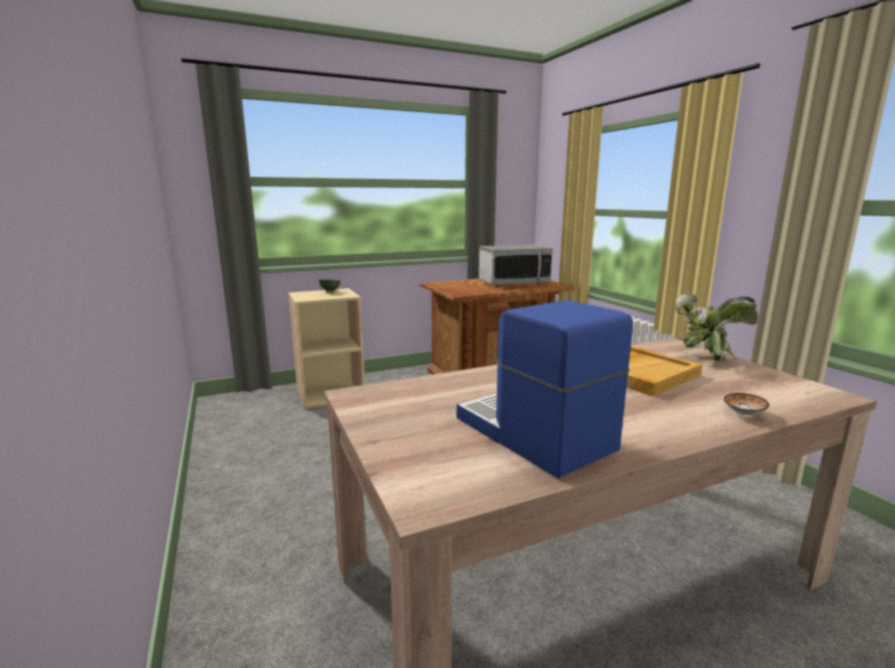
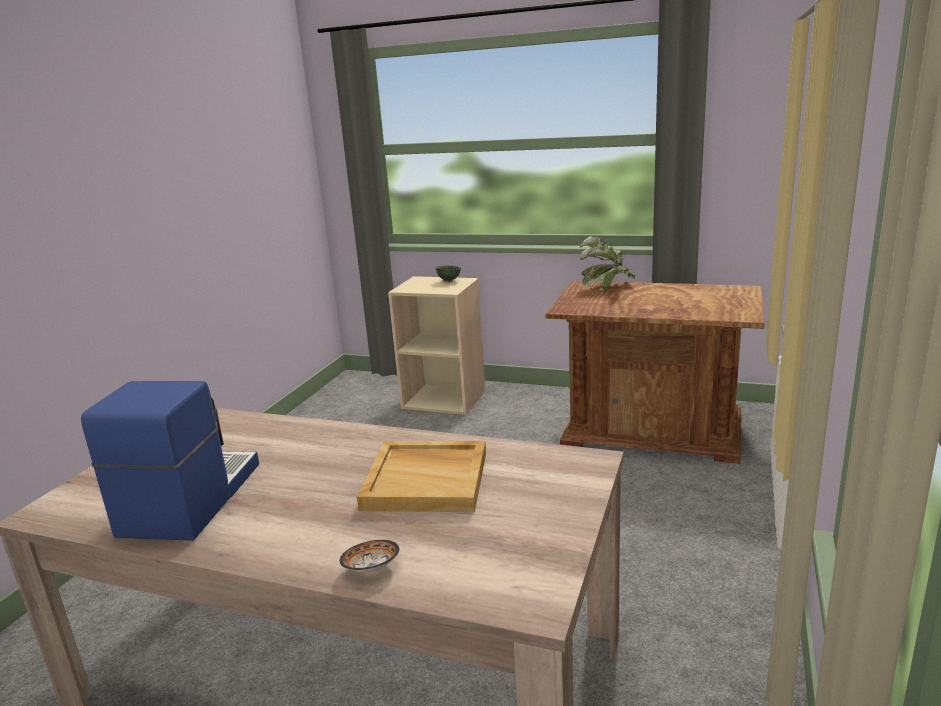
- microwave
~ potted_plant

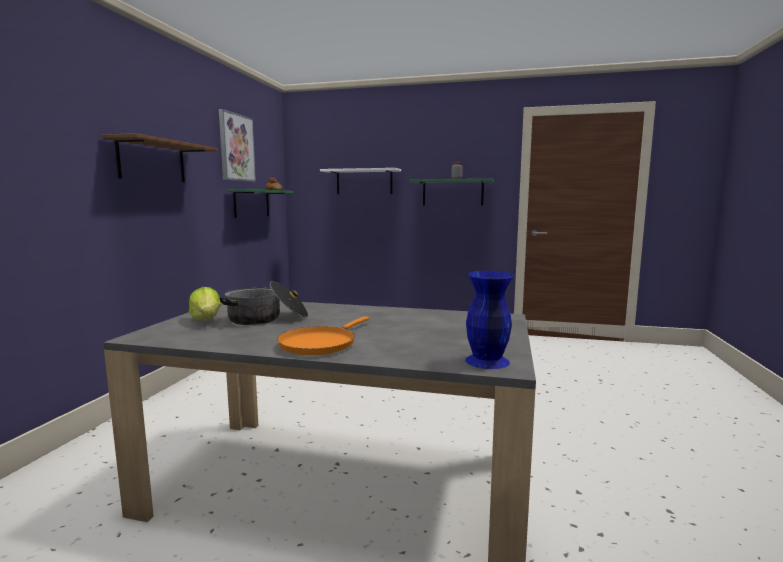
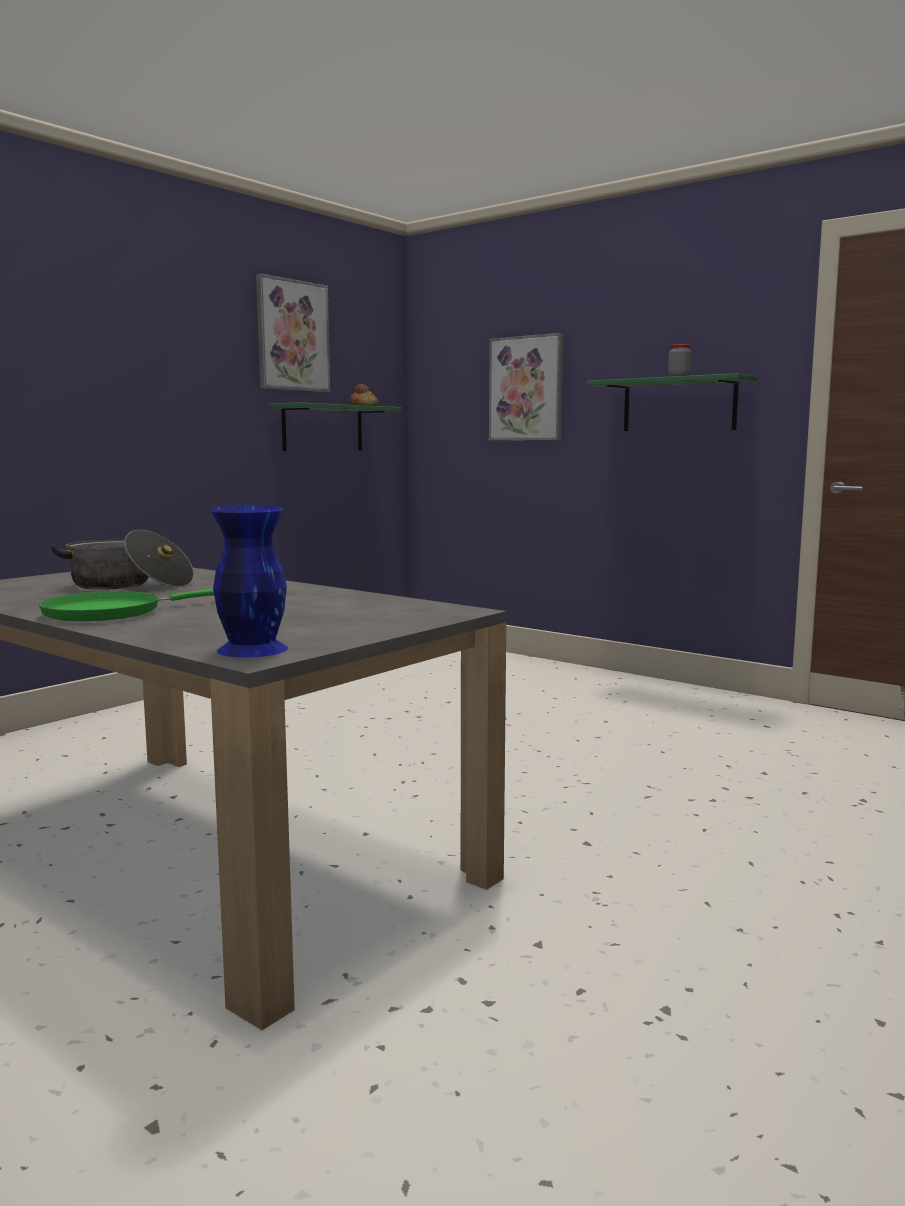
- brown_shelf
- lettuce
~ orange_frying_pan to green_frying_pan
~ white_shelf to picture (no. 2 from left)

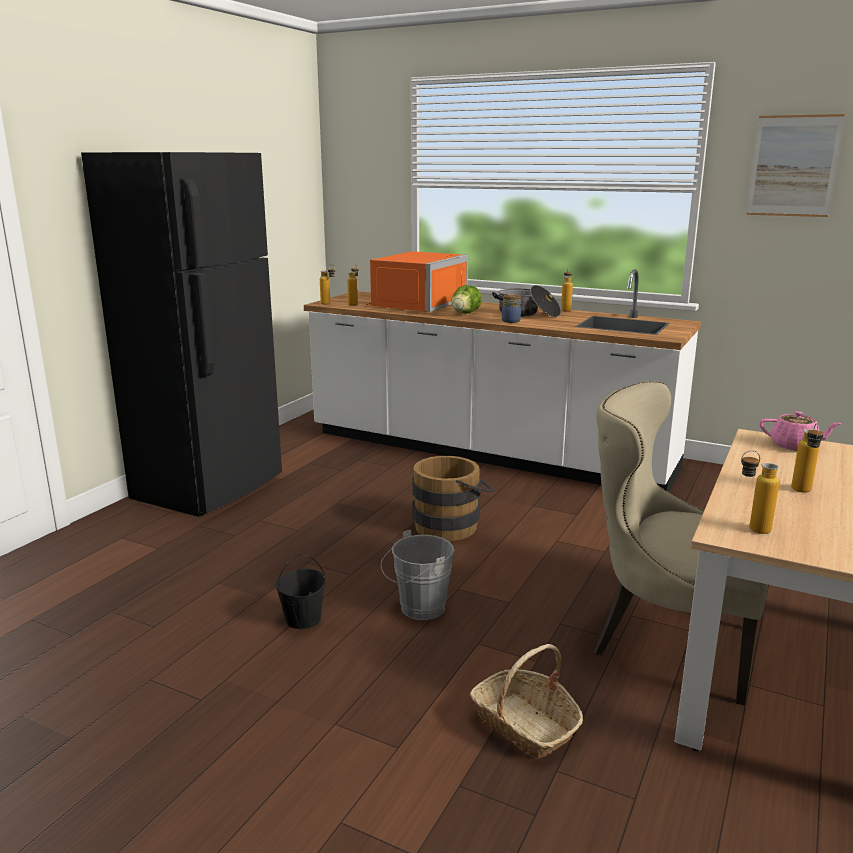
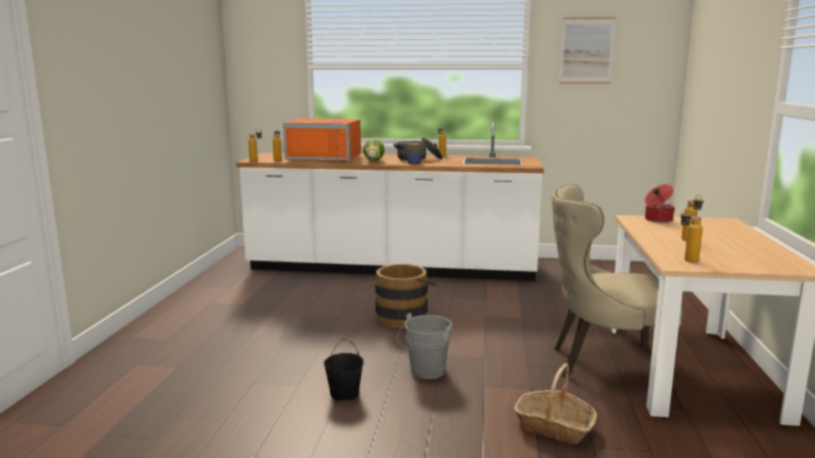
- black_fridge
~ orange_microwave 90 degrees clockwise
~ pink_teapot to cooking_pot (no. 2 from left)

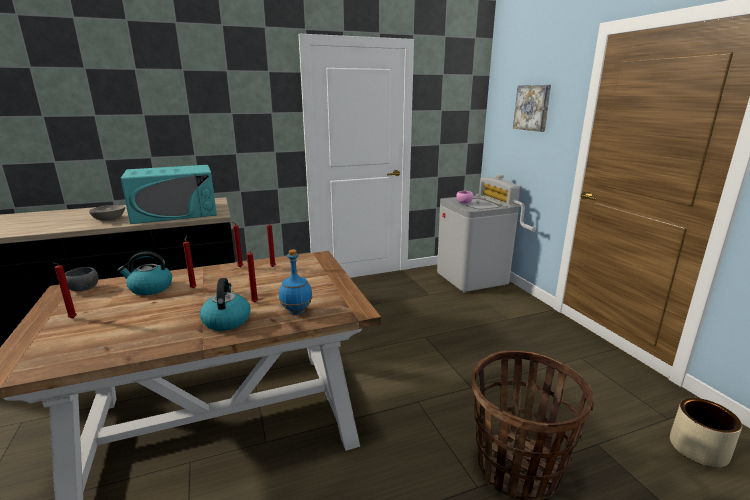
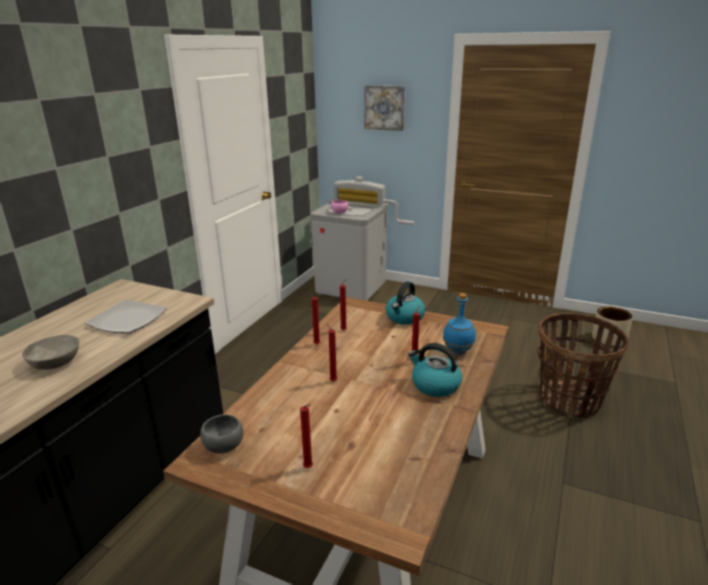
~ kettle (no. 1 from left)
~ turquoise_microwave to plate

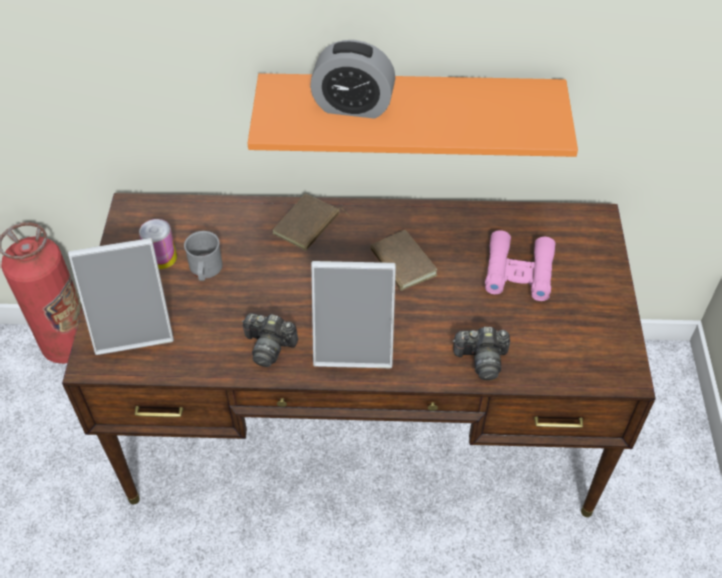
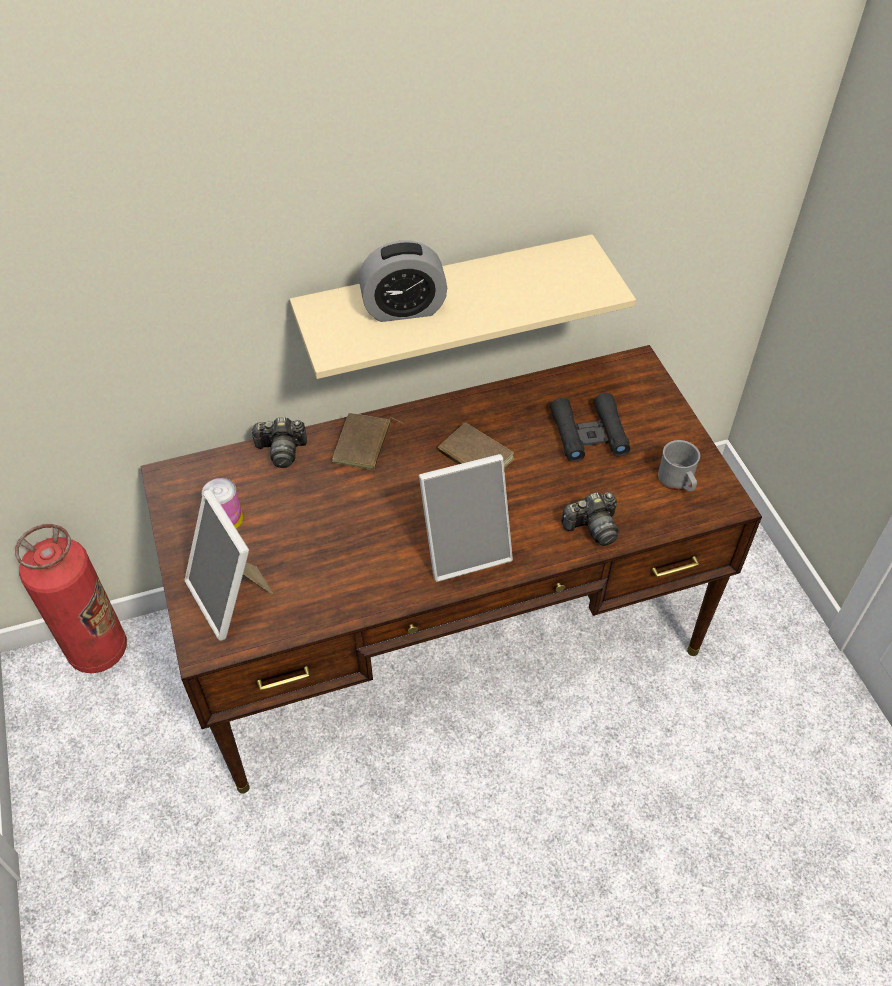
~ picture_frame (no. 1 from left) 90 degrees clockwise
~ grey_mug
~ photo_camera (no. 1 from left)
~ orange_shelf to beige_shelf
~ pink_binoculars to black_binoculars

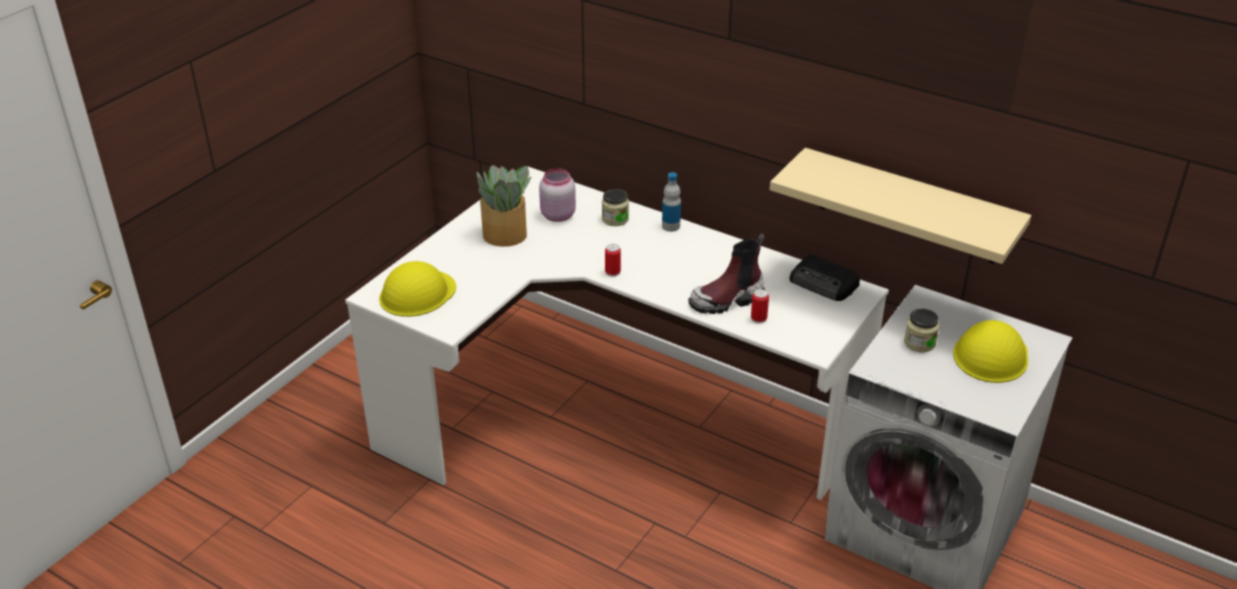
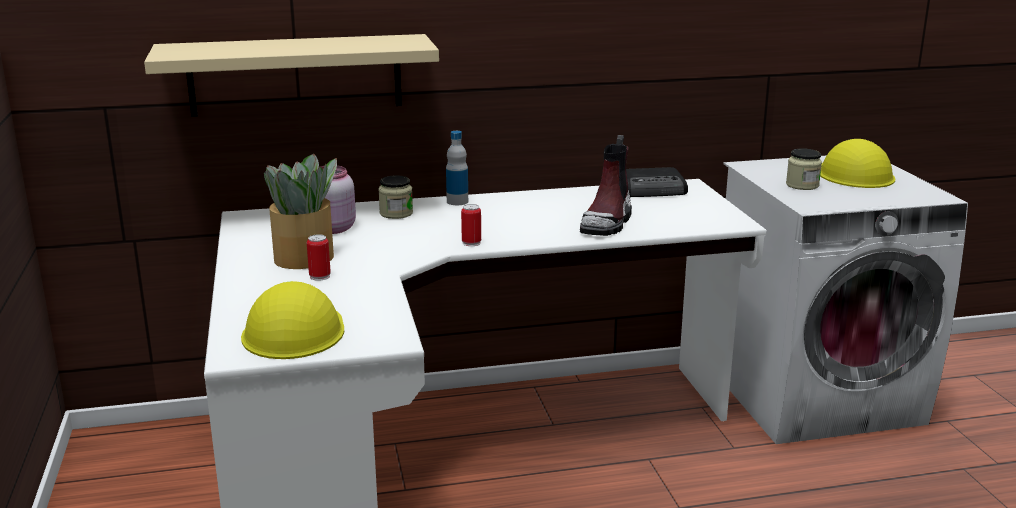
~ can (no. 2 from left in the first image) to can (no. 1 from left)
~ beige_shelf

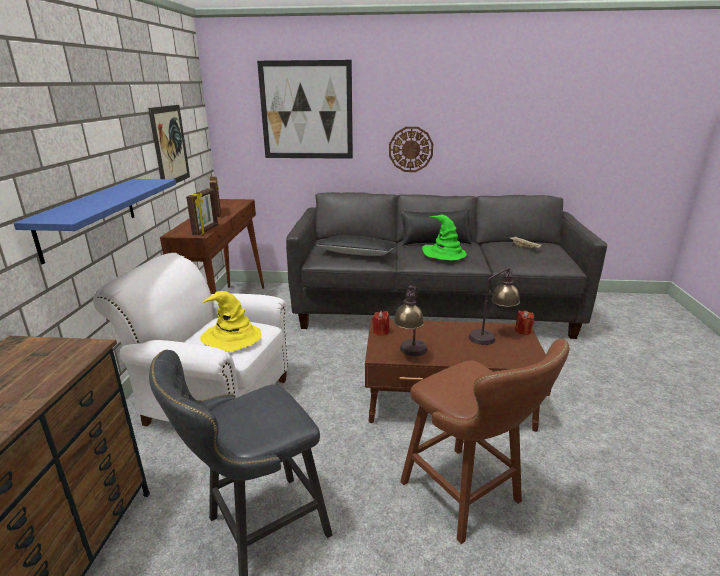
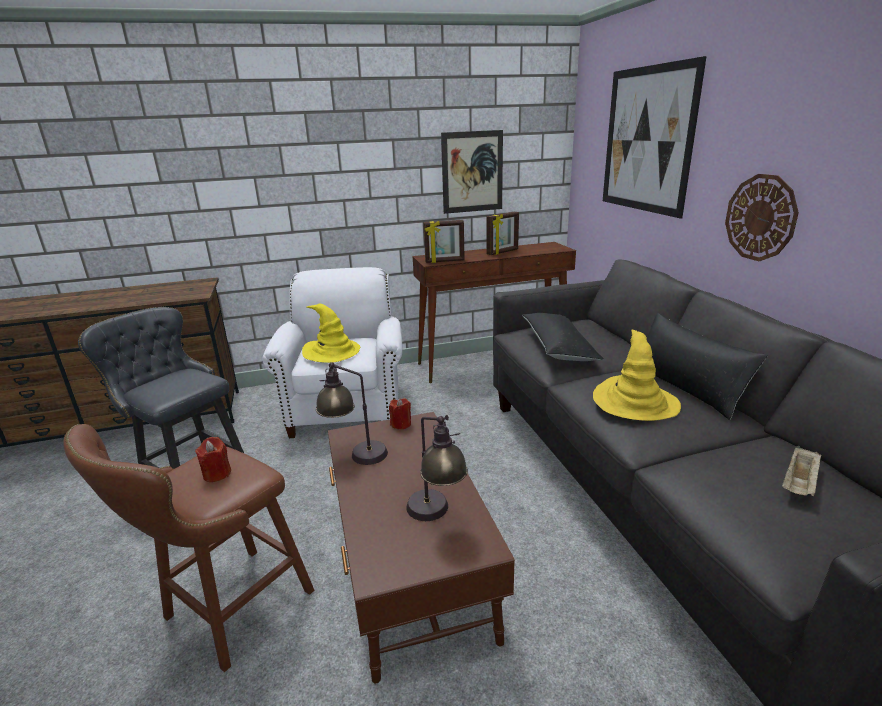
- blue_shelf
~ green_hat to yellow_hat (no. 2 from left)
~ red_candle (no. 2 from left in the first image) to red_candle (no. 1 from left)

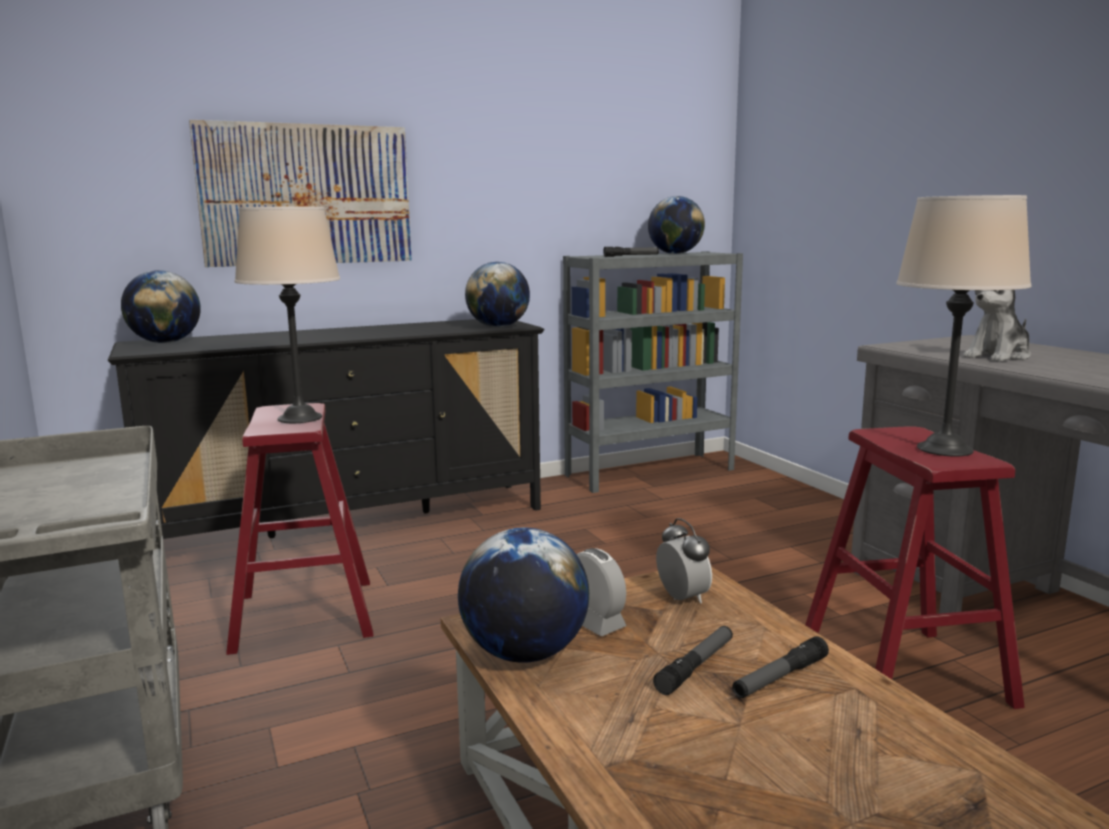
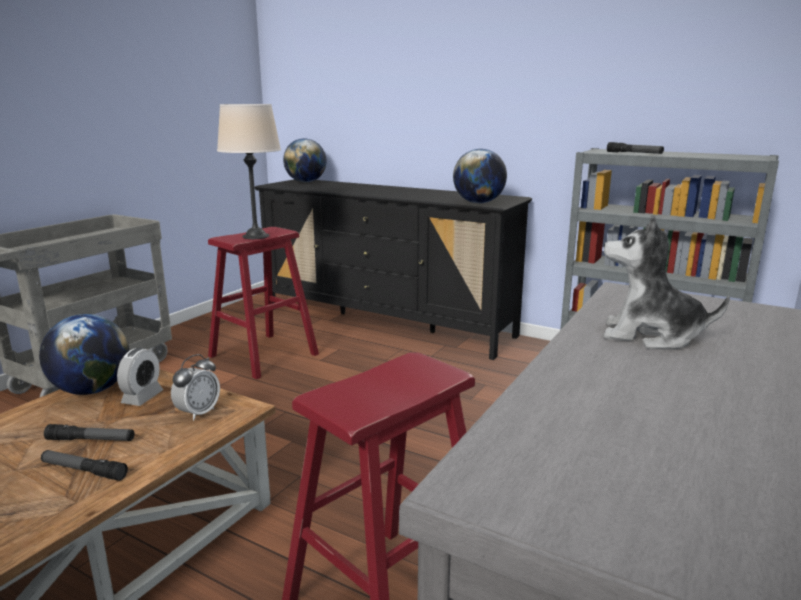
- picture
- globe (no. 4 from left)
- beige_table_lamp (no. 2 from left)

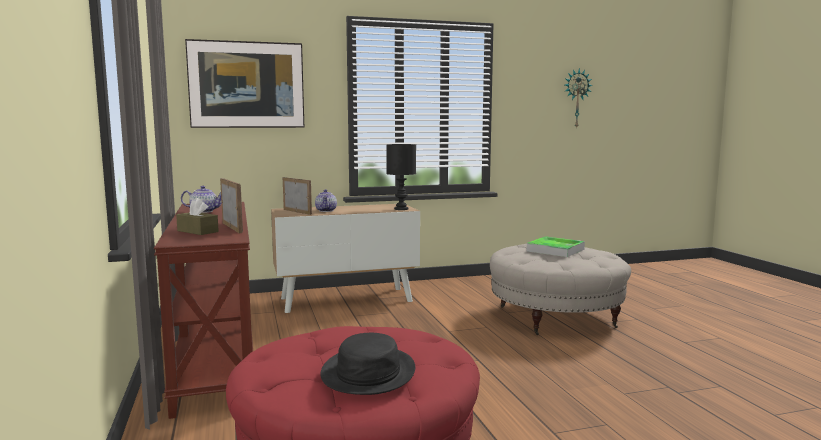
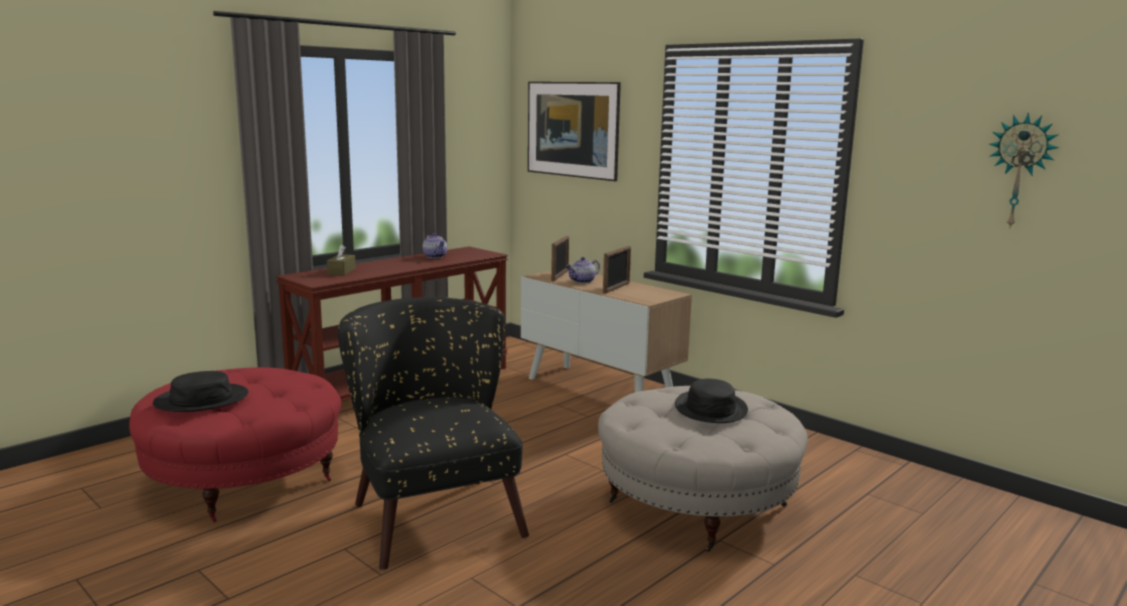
~ picture_frame (no. 1 from left in the first image) to picture_frame (no. 2 from left)
- black_table_lamp
~ tray to black_hat (no. 2 from left)
+ black_armchair

